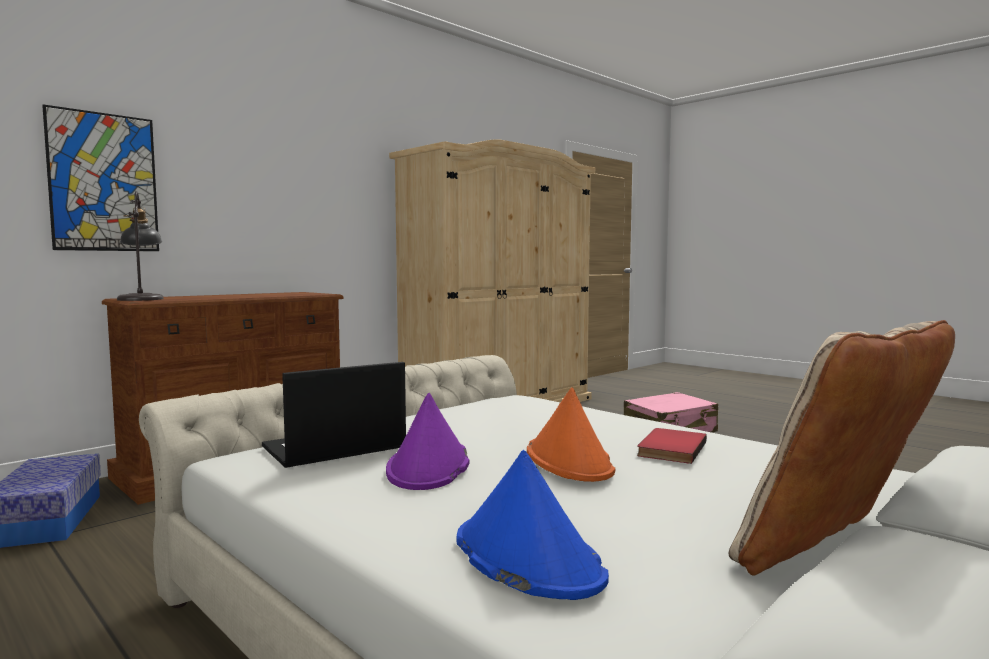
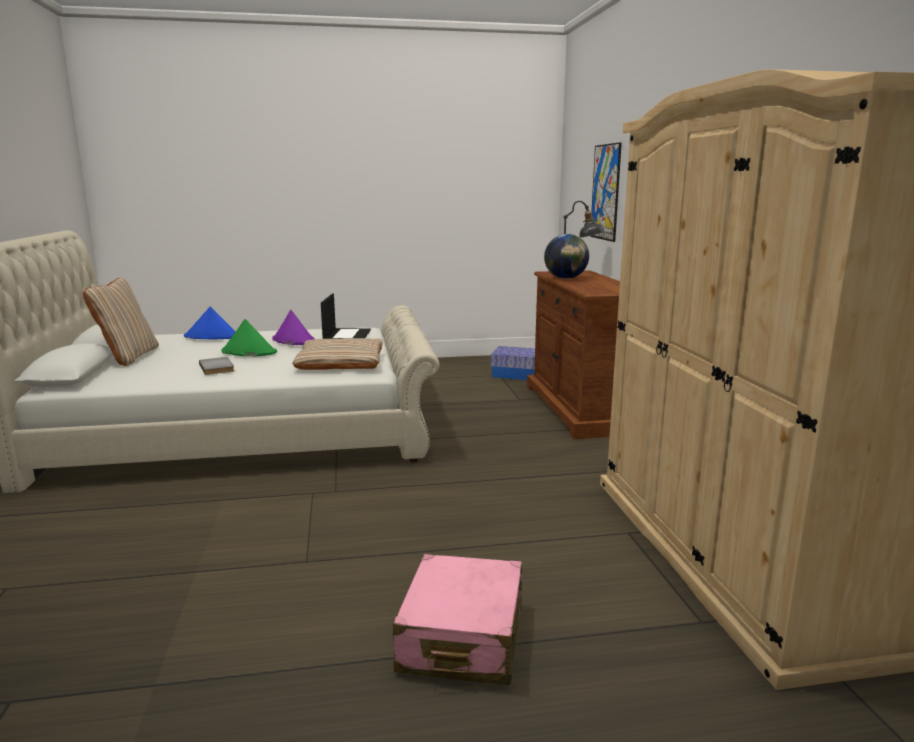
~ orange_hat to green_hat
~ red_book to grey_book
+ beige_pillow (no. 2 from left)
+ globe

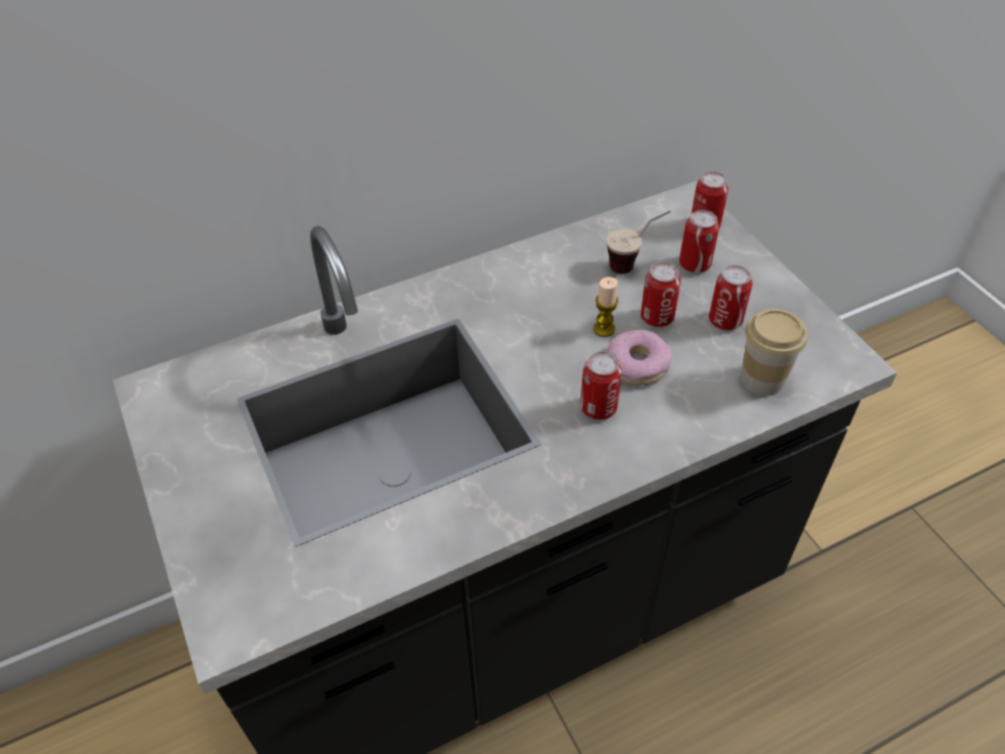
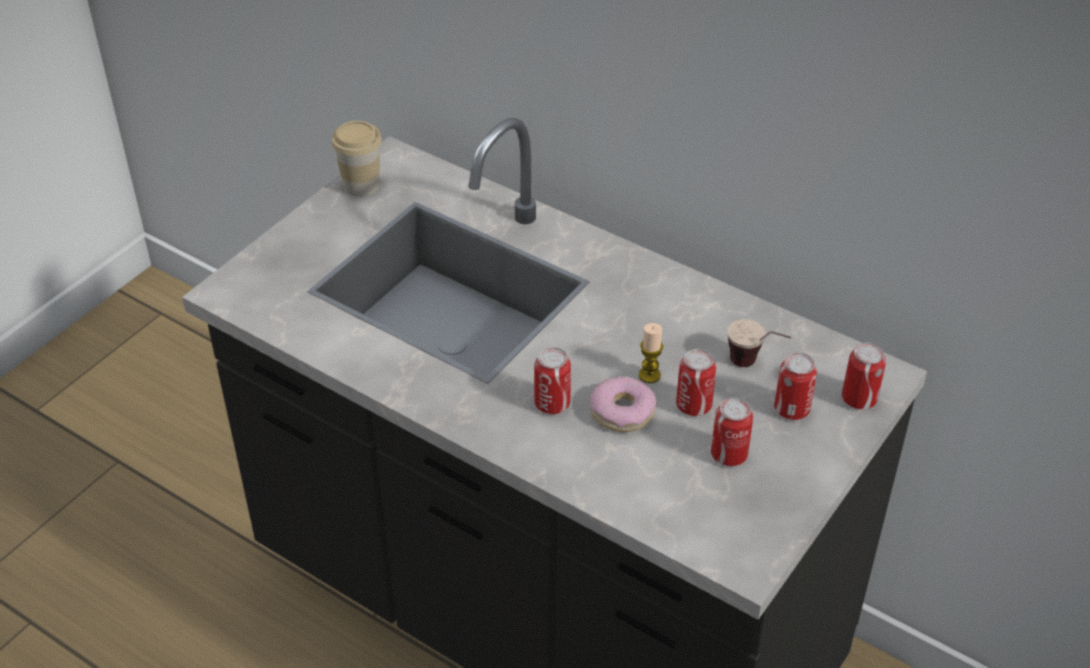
~ cup (no. 2 from left in the first image) to cup (no. 1 from left)

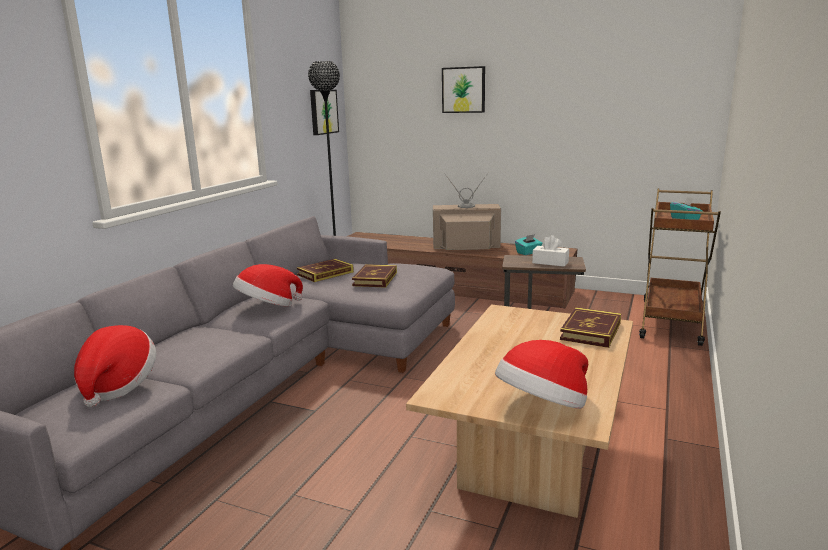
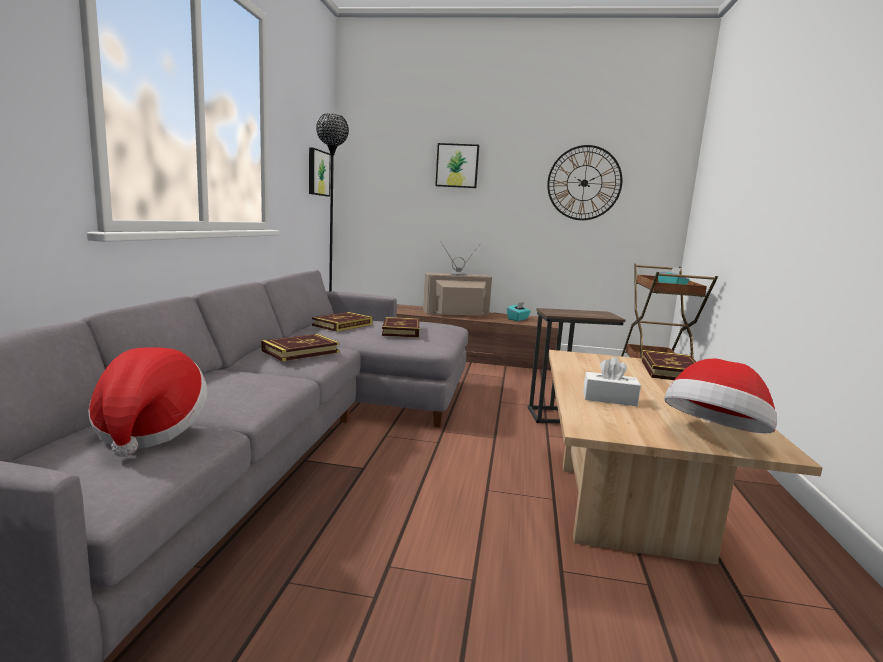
~ hat (no. 2 from left) to book (no. 1 from left)
~ white_tissue_box
+ wall_clock

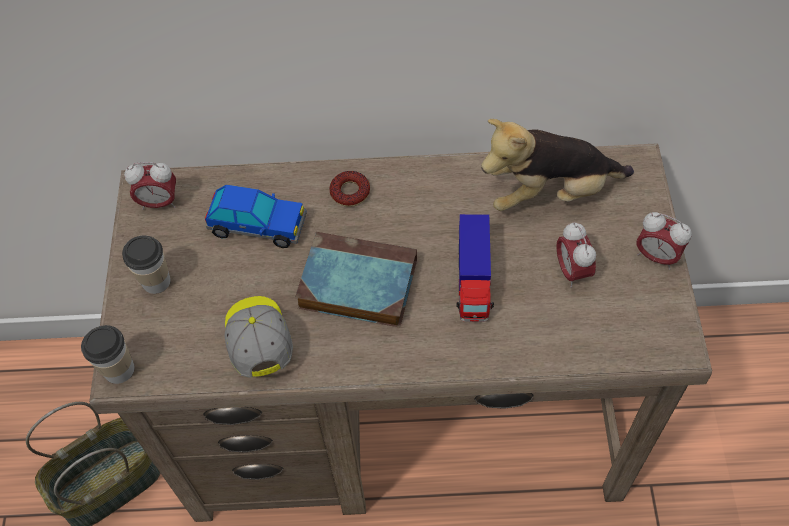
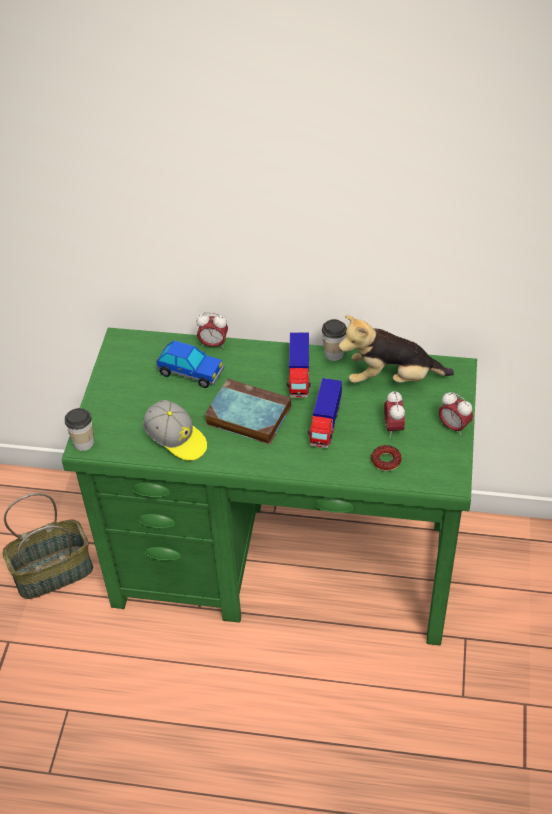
~ brown_desk to green_desk
~ cup (no. 2 from left)
~ alarm_clock (no. 1 from left)
~ cap 135 degrees clockwise
~ donut
+ toy_truck (no. 1 from left)

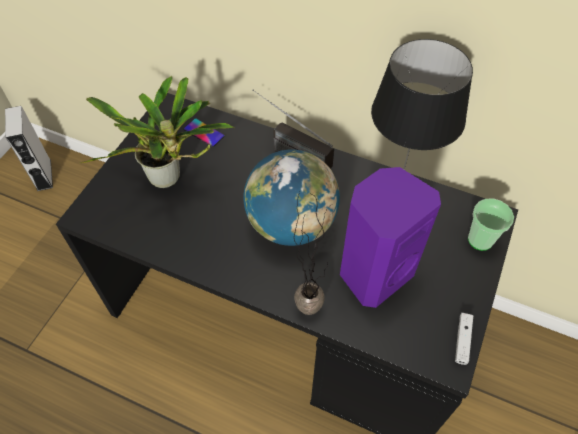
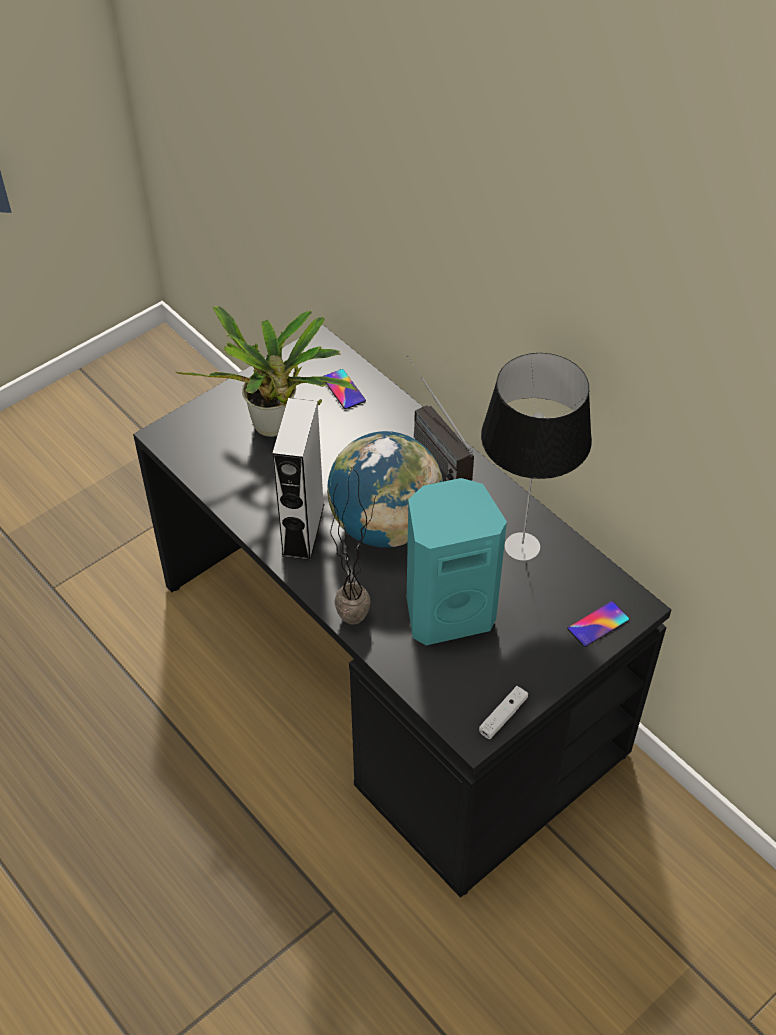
~ grey_speaker
~ purple_speaker to turquoise_speaker
~ cup to phone (no. 2 from left)

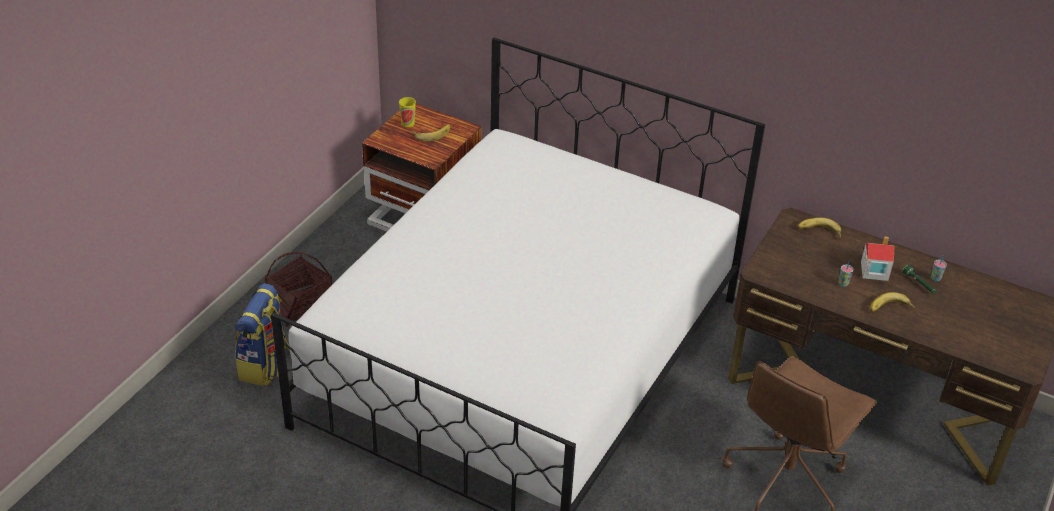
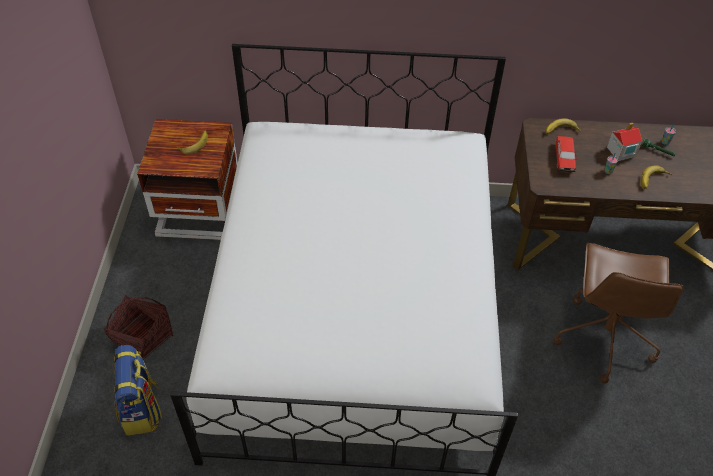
- cup (no. 1 from left)
+ toy_car

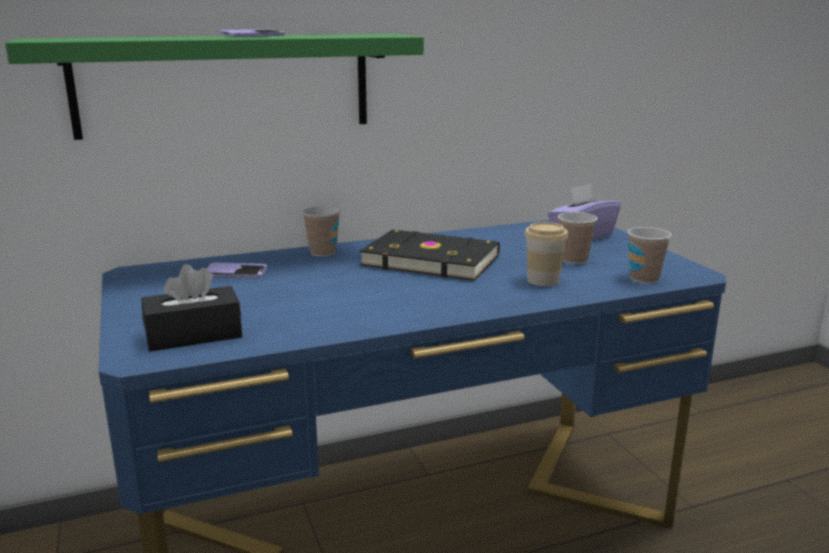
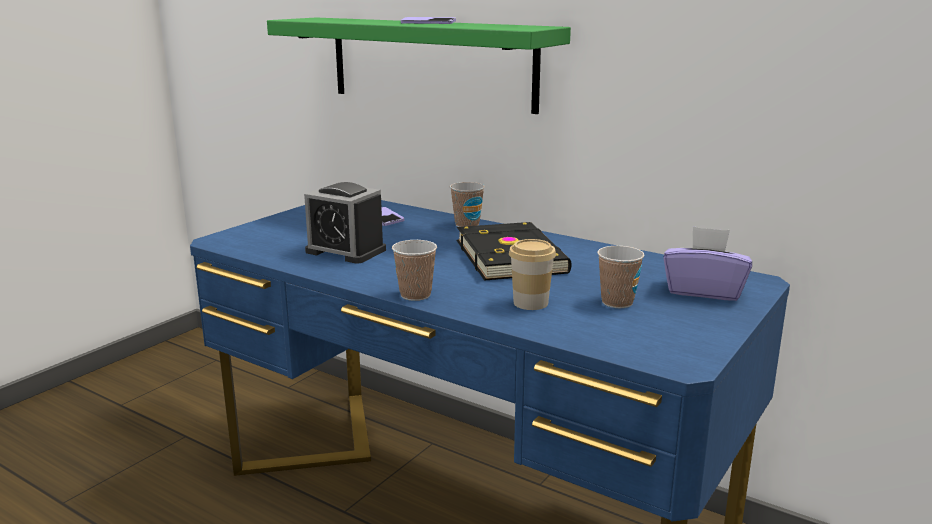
- black_tissue_box
~ cup (no. 4 from left in the first image) to cup (no. 1 from left)
+ alarm_clock

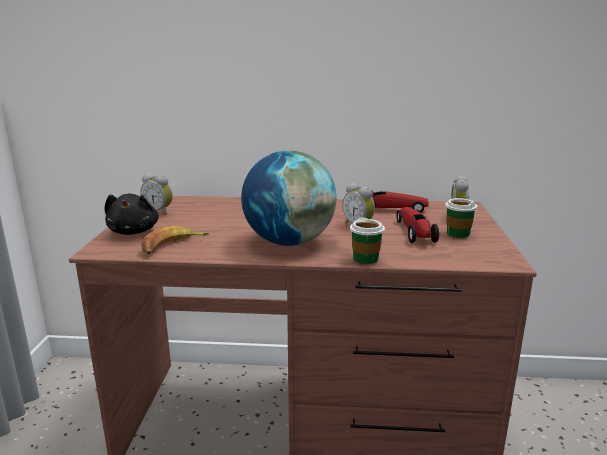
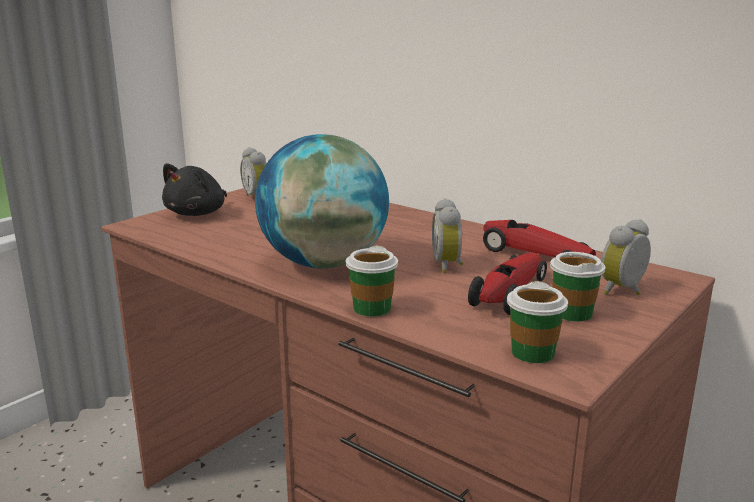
- banana
+ cup (no. 2 from left)

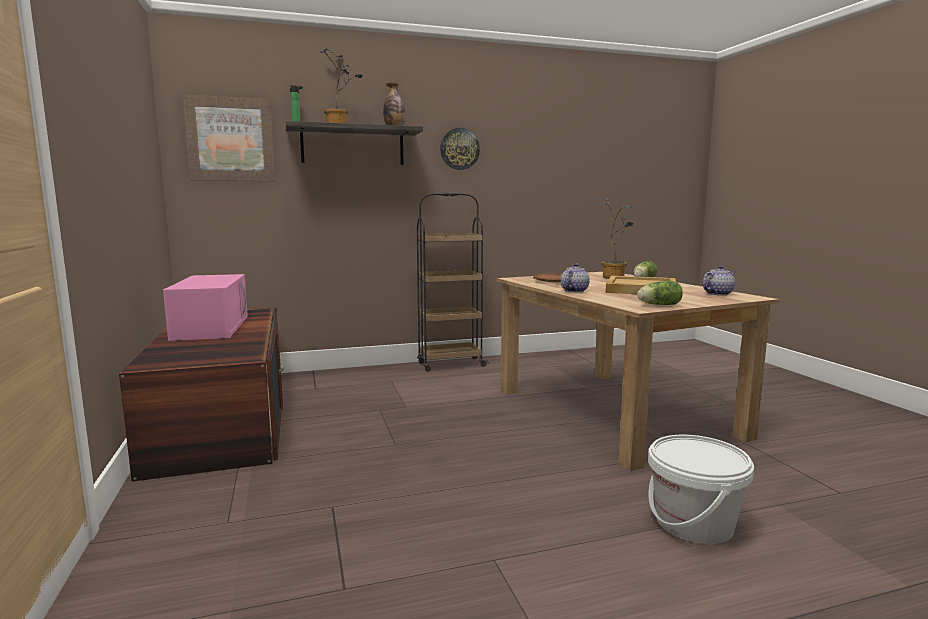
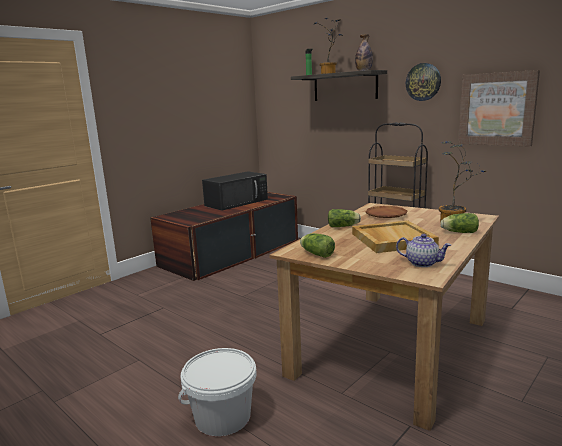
~ pink_microwave to black_microwave
~ picture
~ teapot (no. 1 from left) to lettuce (no. 2 from left)

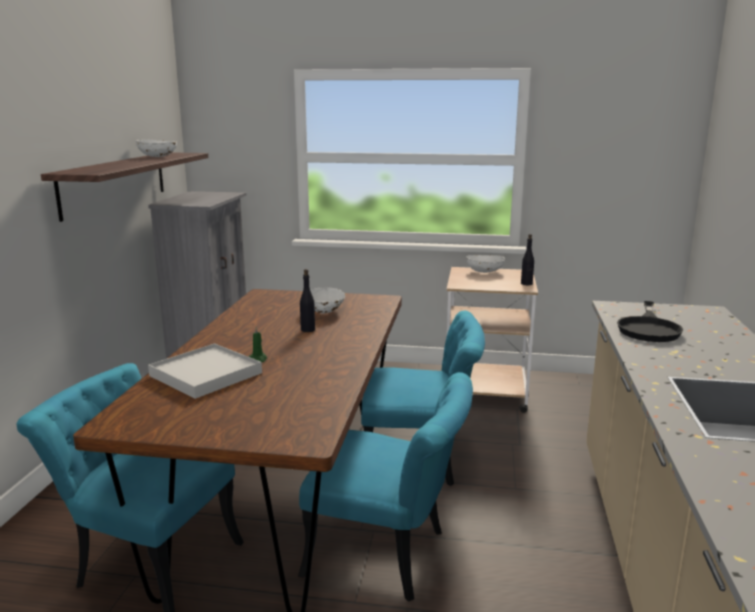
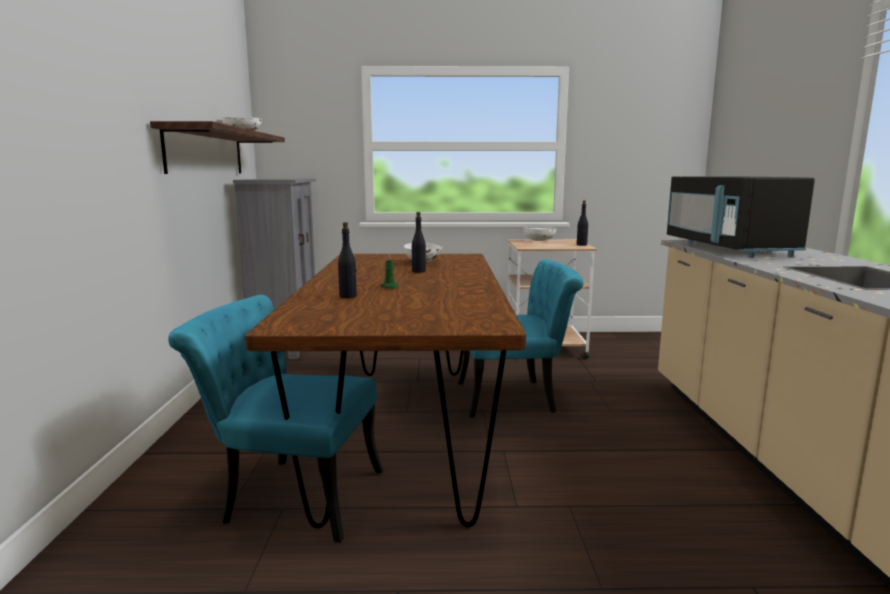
~ white_tray to black_bottle (no. 1 from left)
- turquoise_chair (no. 2 from left)
~ black_frying_pan to black_microwave

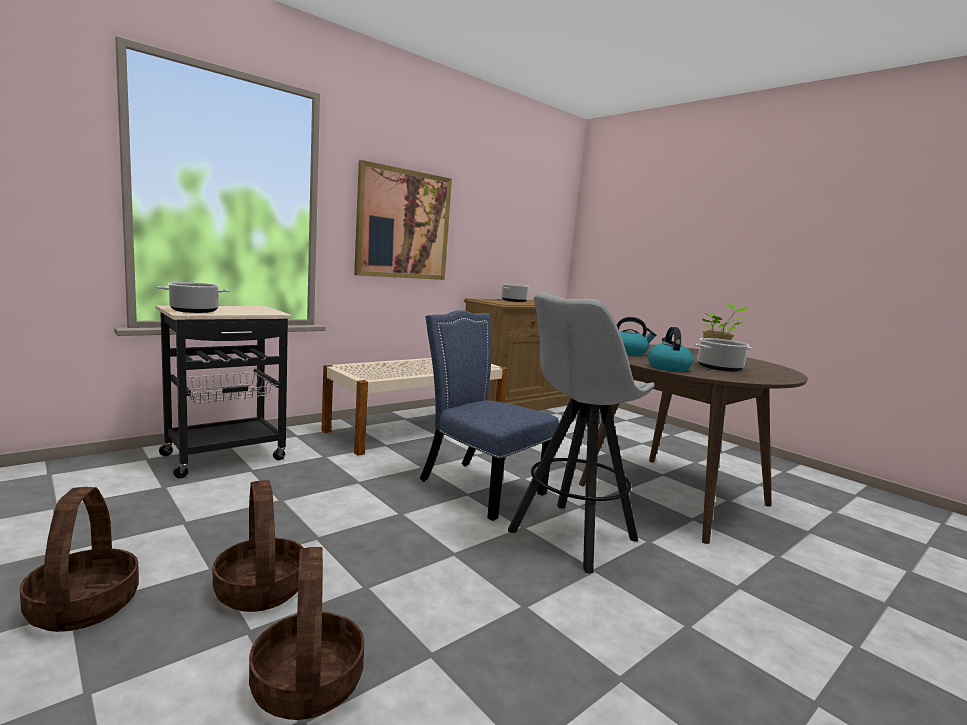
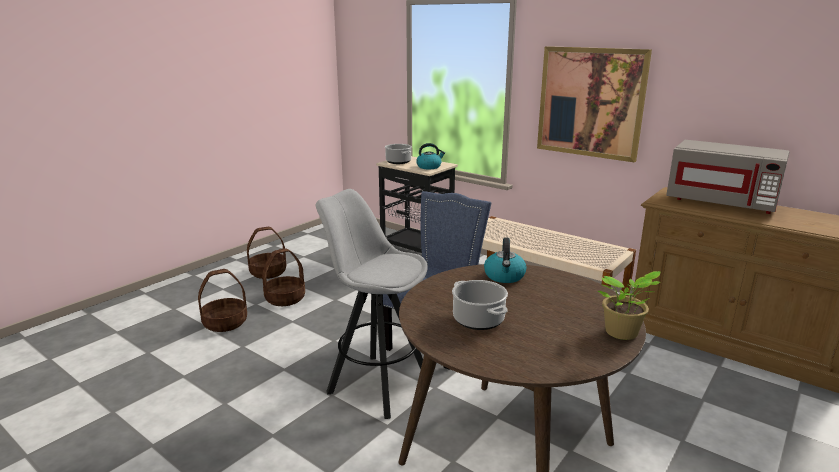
~ cooking_pot (no. 2 from left) to grey_microwave
~ kettle (no. 2 from left in the first image) to kettle (no. 1 from left)

